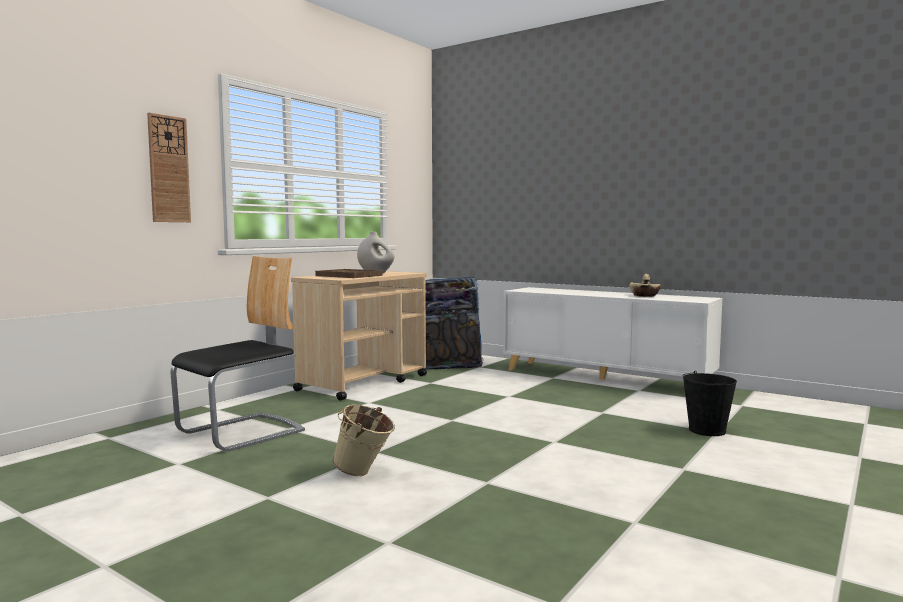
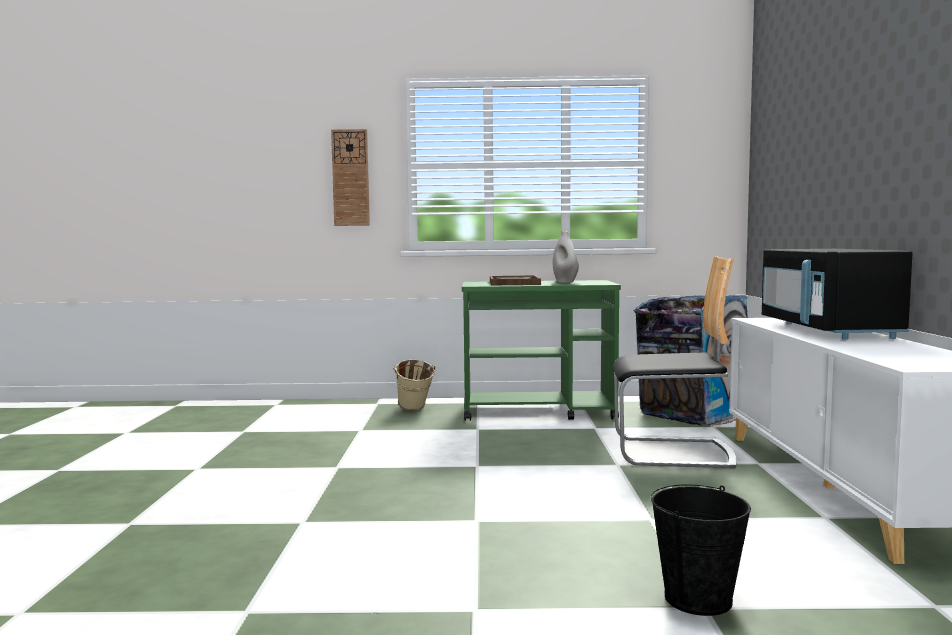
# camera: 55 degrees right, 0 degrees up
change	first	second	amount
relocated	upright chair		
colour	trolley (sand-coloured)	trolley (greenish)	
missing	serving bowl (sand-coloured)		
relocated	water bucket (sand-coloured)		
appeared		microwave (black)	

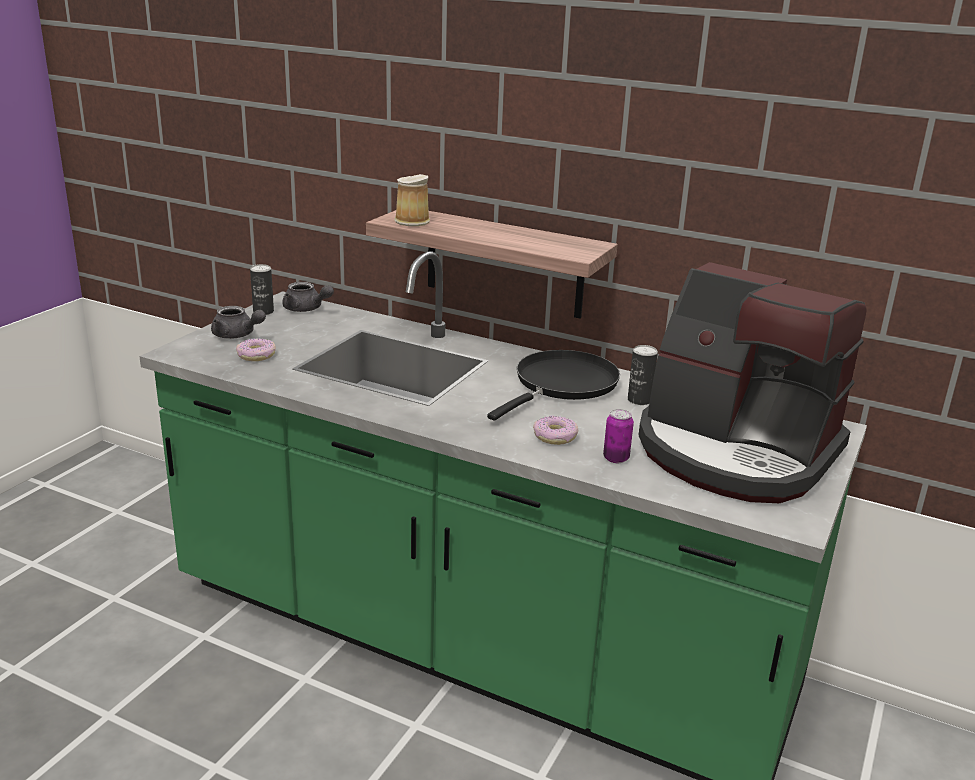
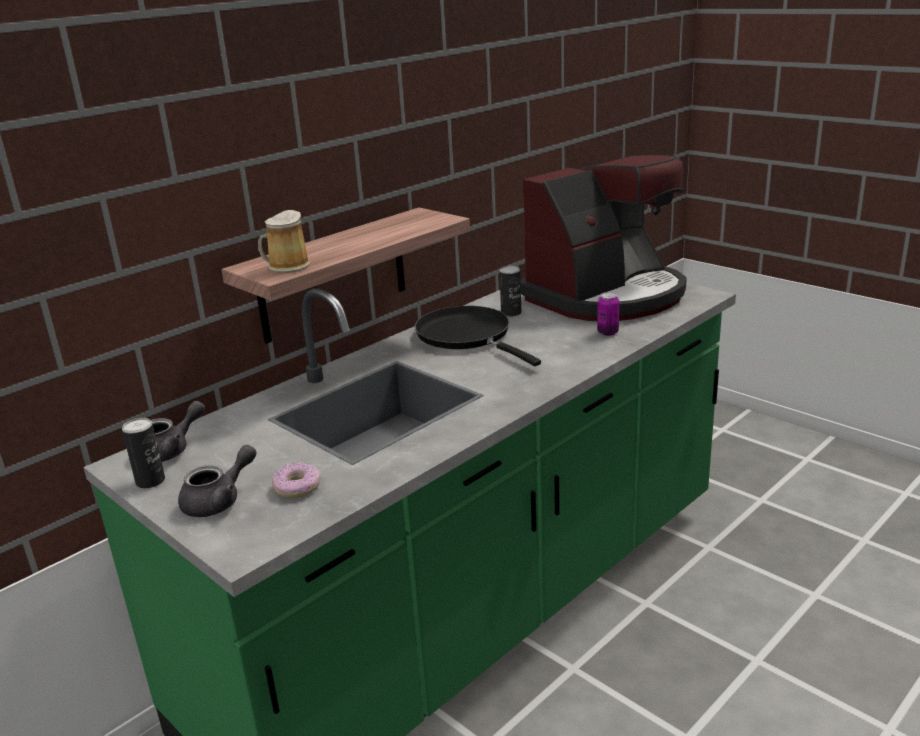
# camera: 70 degrees left, 0 degrees up
change	first	second	amount
missing	donut (no. 2 from left)		

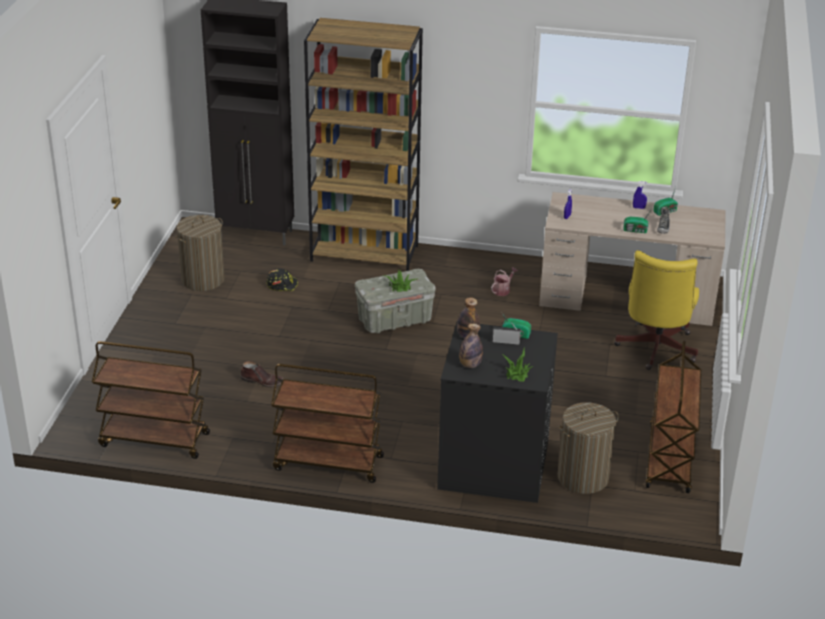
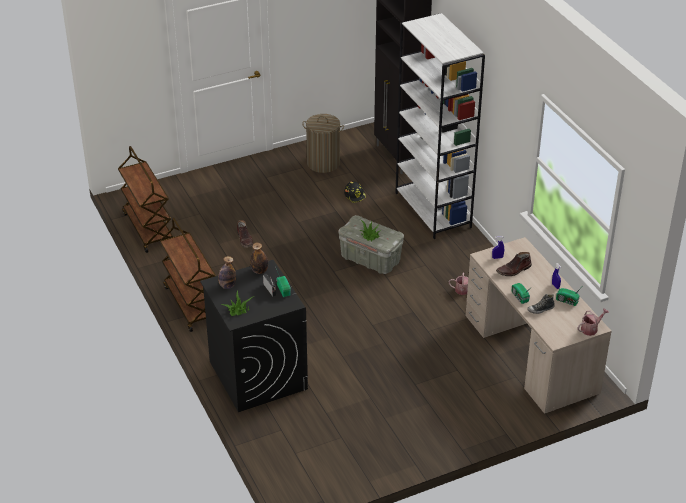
# camera: 55 degrees right, 5 degrees up
change	first	second	amount
colour	bookshelf (brown-coloured)	bookshelf (whitish)	
missing	desk chair (yellow-coloured)		
missing	trolley (brown-coloured) (no. 3 from left)		
missing	washing basket (no. 2 from left)		
appeared		tall boot (brown-coloured) (no. 2 from left)	
appeared		watering pot (no. 2 from left)	

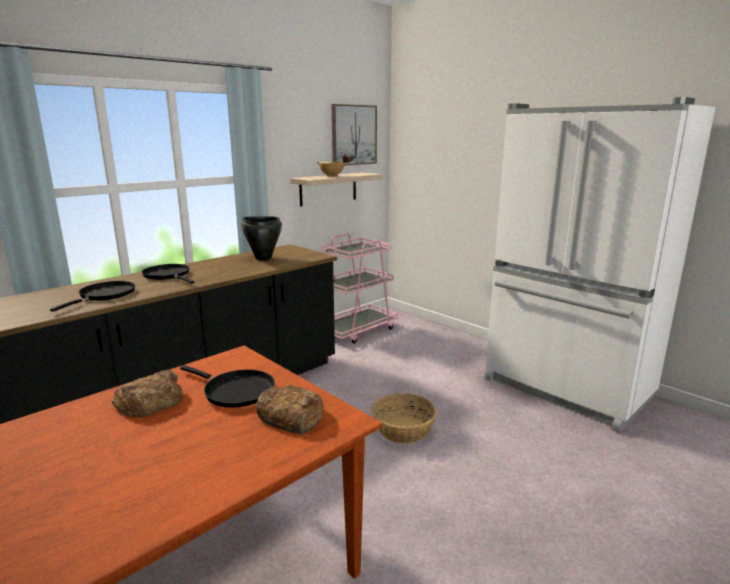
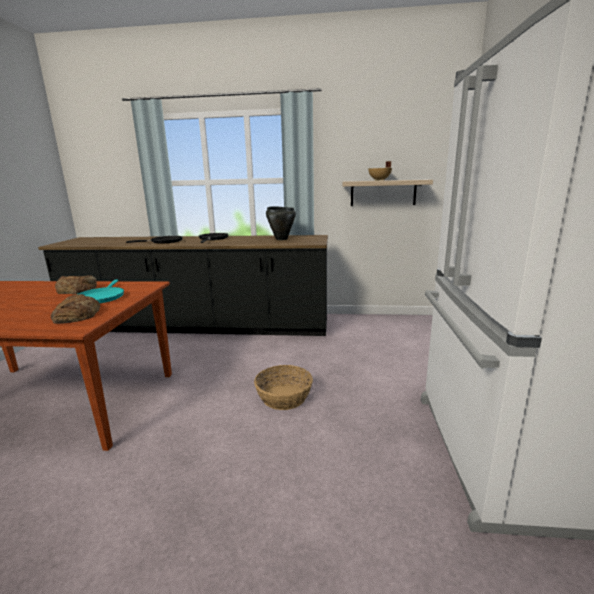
# camera: 50 degrees right, 0 degrees up
change	first	second	amount
missing	picture		
missing	trolley (pinkish)		
colour	frying pan (black) (no. 3 from left)	frying pan (turquoise-coloured)	

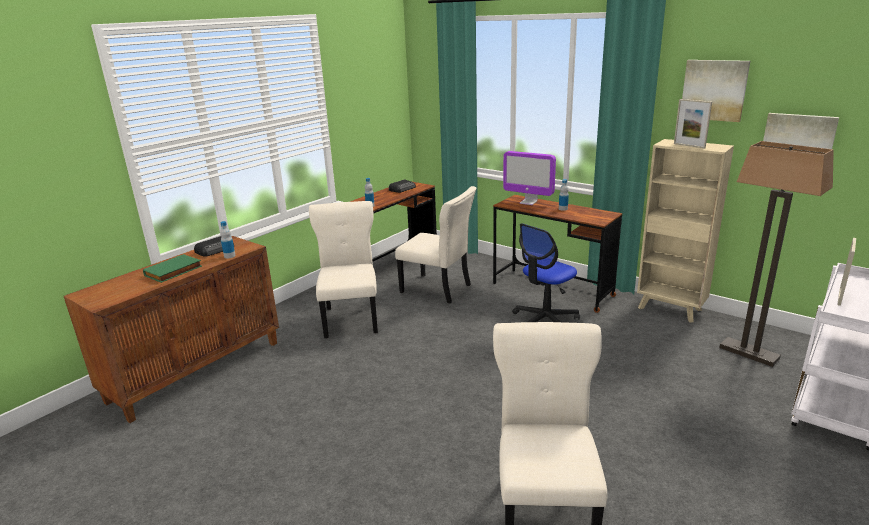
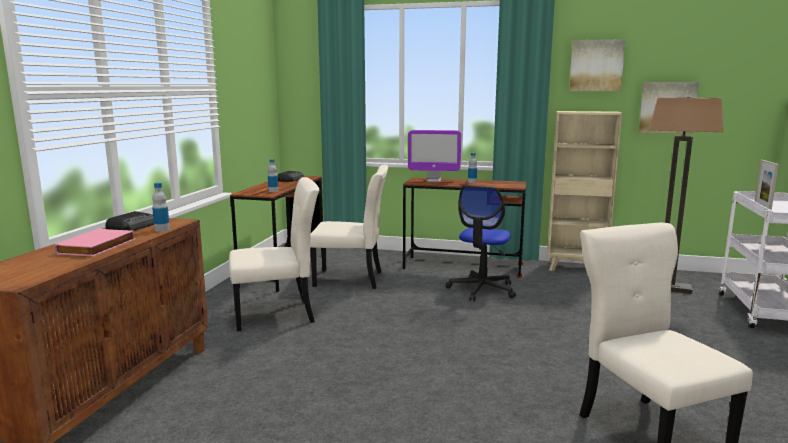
# camera: 25 degrees left, 10 degrees down
change	first	second	amount
missing	picture frame (no. 1 from left)		
spun	upright chair (sand-coloured) (no. 1 from left)		105 degrees clockwise
colour	volume (greenish)	volume (pinkish)	

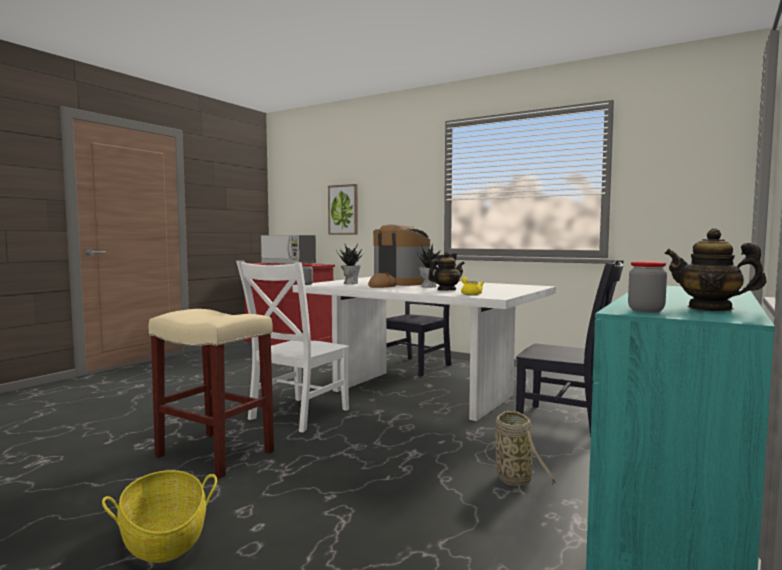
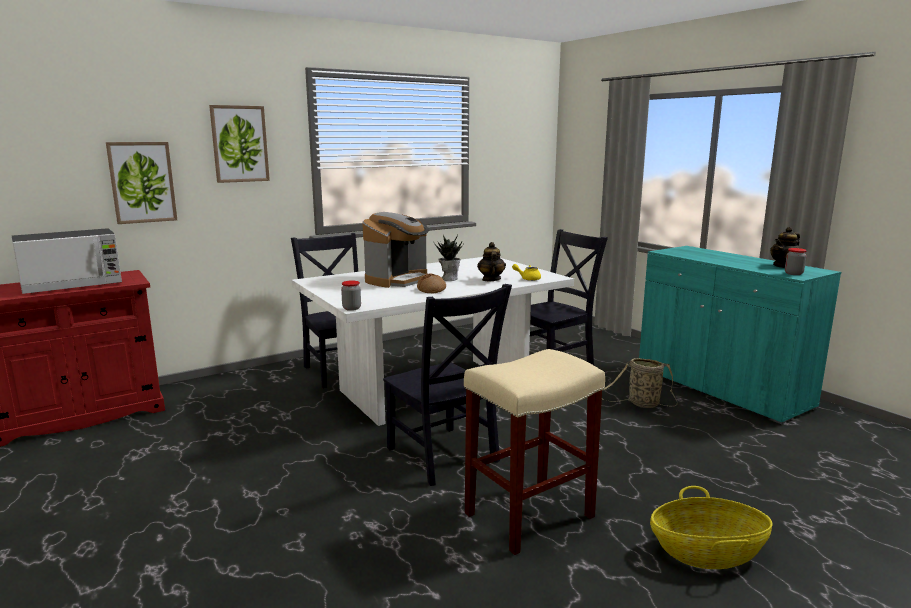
# camera: 65 degrees left, 10 degrees up
change	first	second	amount
spun	coffee brewer		150 degrees clockwise
missing	potted plant (no. 1 from left)		
colour	upright chair (whitish)	upright chair (black) (no. 2 from left)	
appeared		picture (no. 2 from left)	

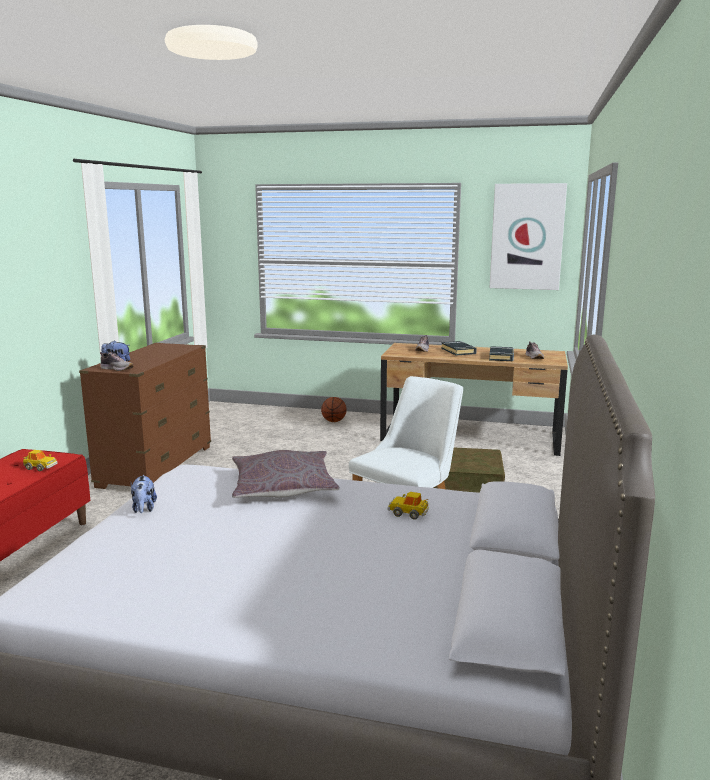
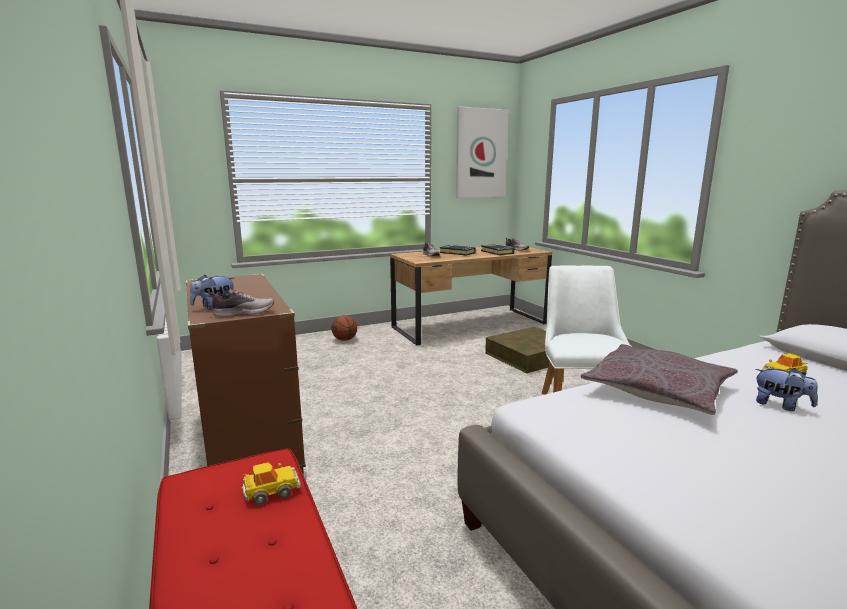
# camera: 40 degrees left, 0 degrees up
change	first	second	amount
relocated	cuddly toy (no. 2 from left)		

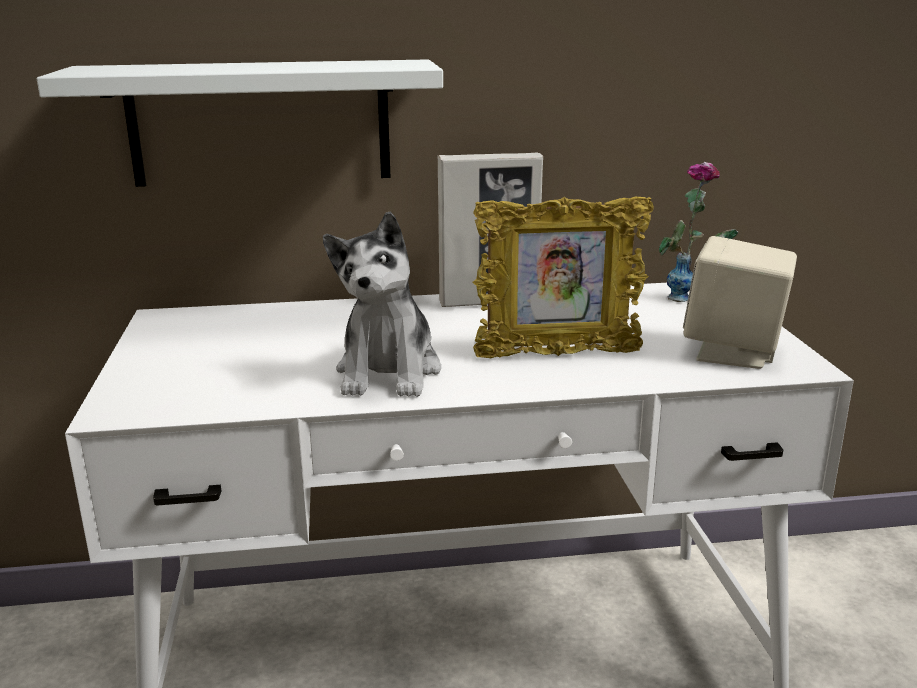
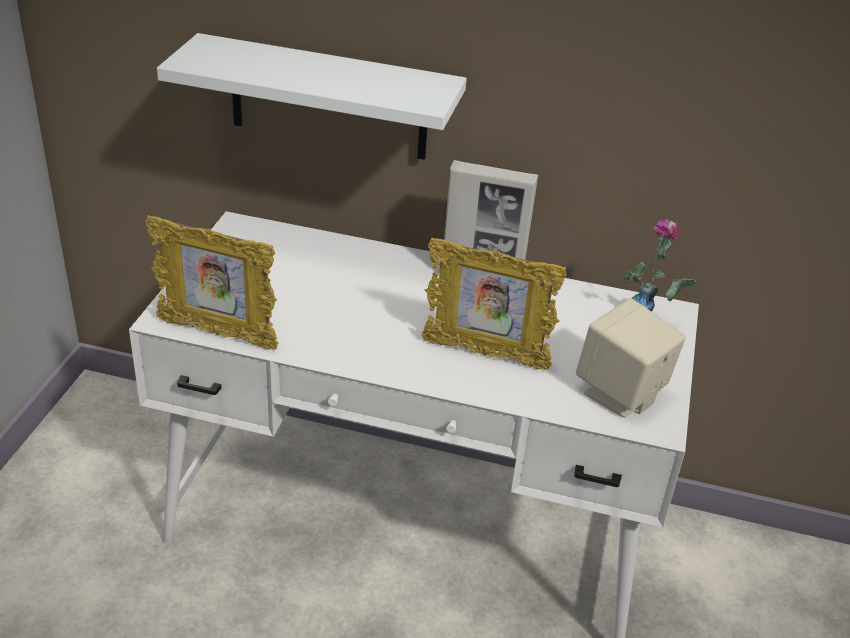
# camera: 20 degrees right, 15 degrees up
change	first	second	amount
missing	cuddly toy		
appeared		picture frame (no. 1 from left)	

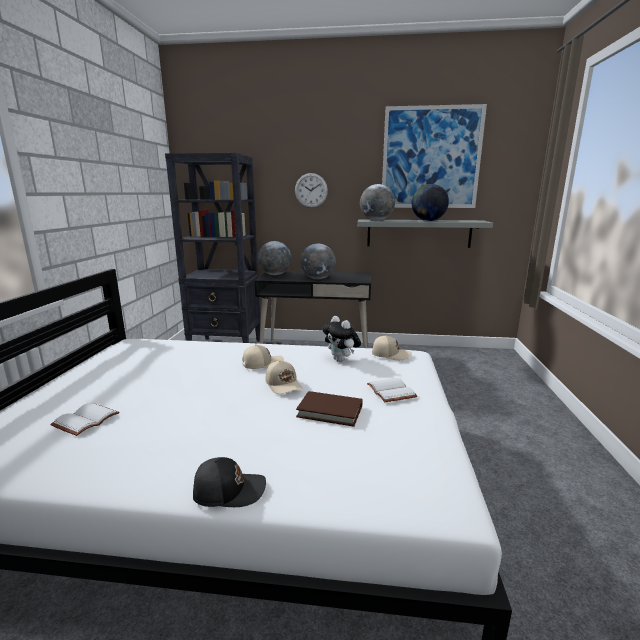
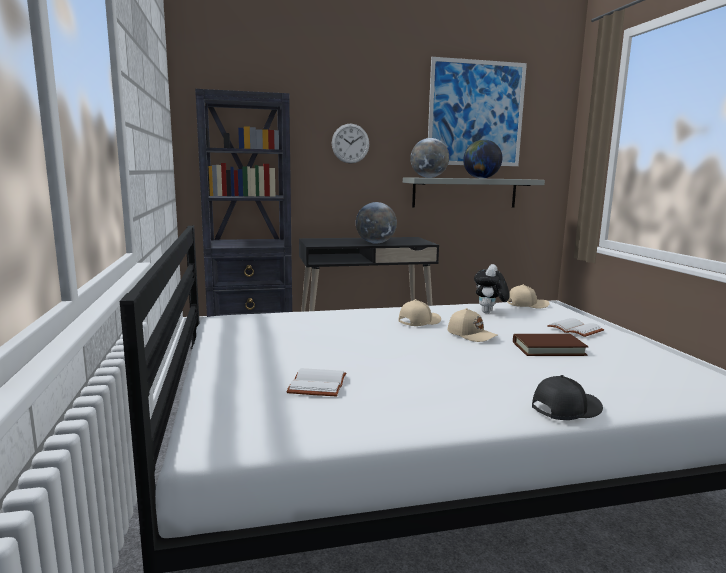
# camera: 20 degrees left, 5 degrees down
change	first	second	amount
missing	world globe (no. 1 from left)		
spun	cuddly toy		75 degrees clockwise

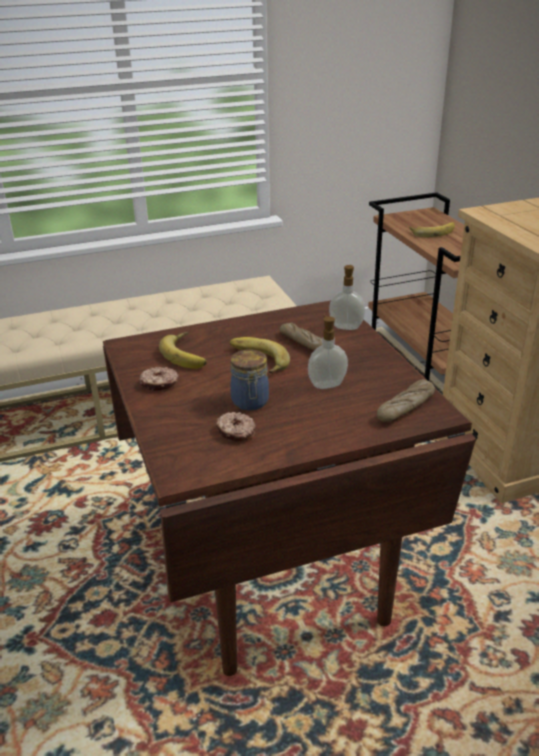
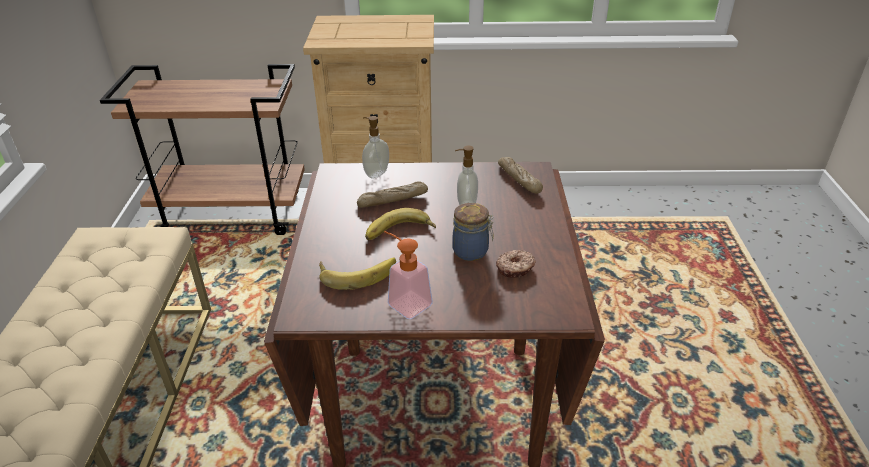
# camera: 70 degrees left, 5 degrees up
change	first	second	amount
missing	whole banana (no. 3 from left)		
exchanged	donut (no. 1 from left)	liquid soap bottle (no. 2 from left)	

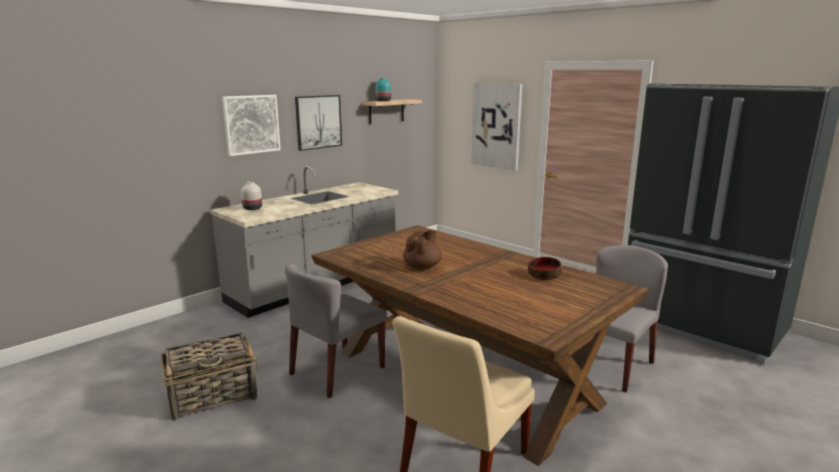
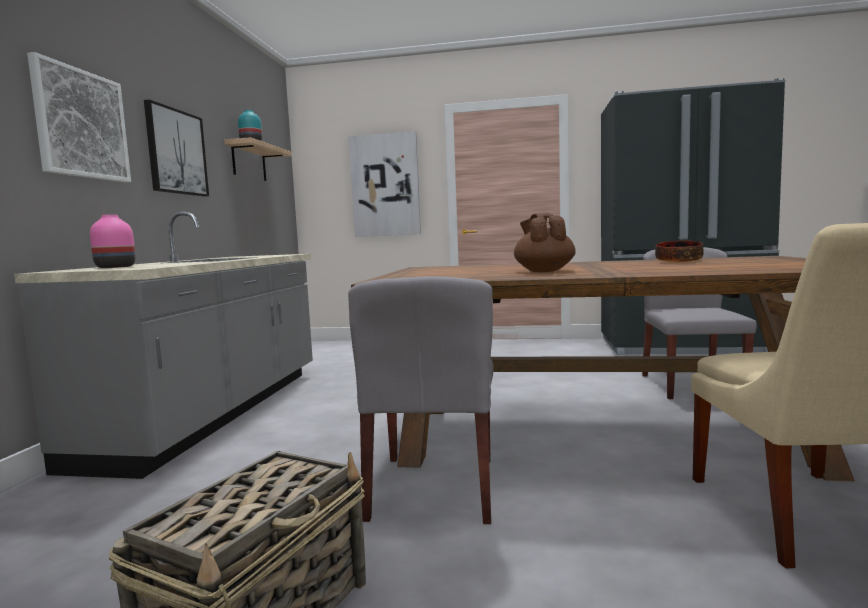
# camera: 35 degrees left, 10 degrees down
change	first	second	amount
colour	decorative vase (whitish)	decorative vase (pinkish)	

